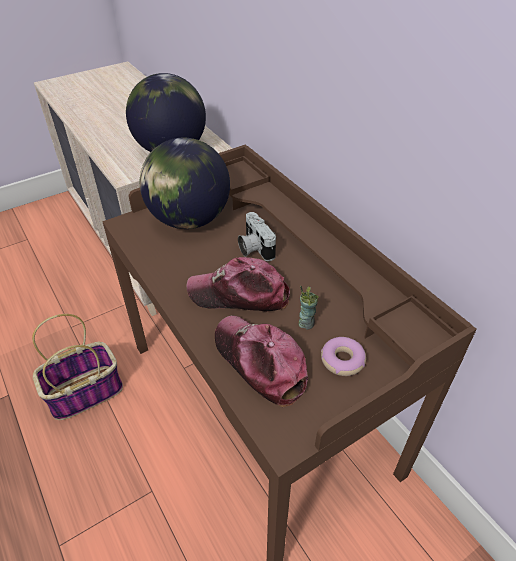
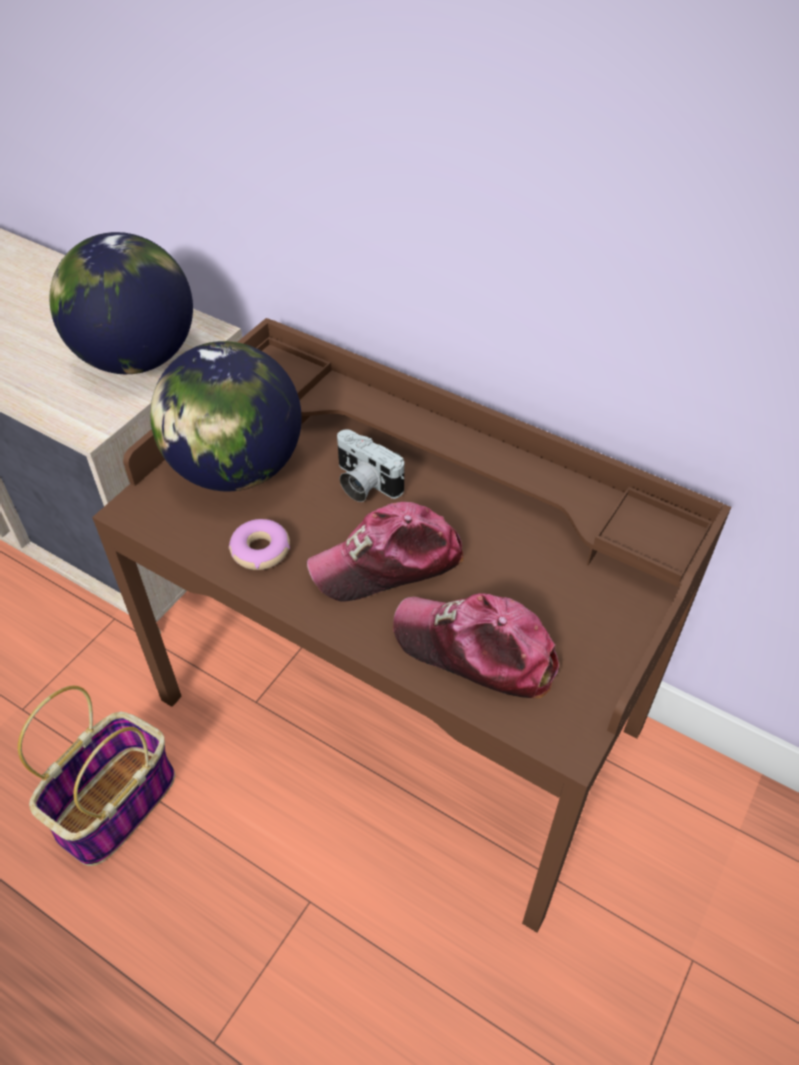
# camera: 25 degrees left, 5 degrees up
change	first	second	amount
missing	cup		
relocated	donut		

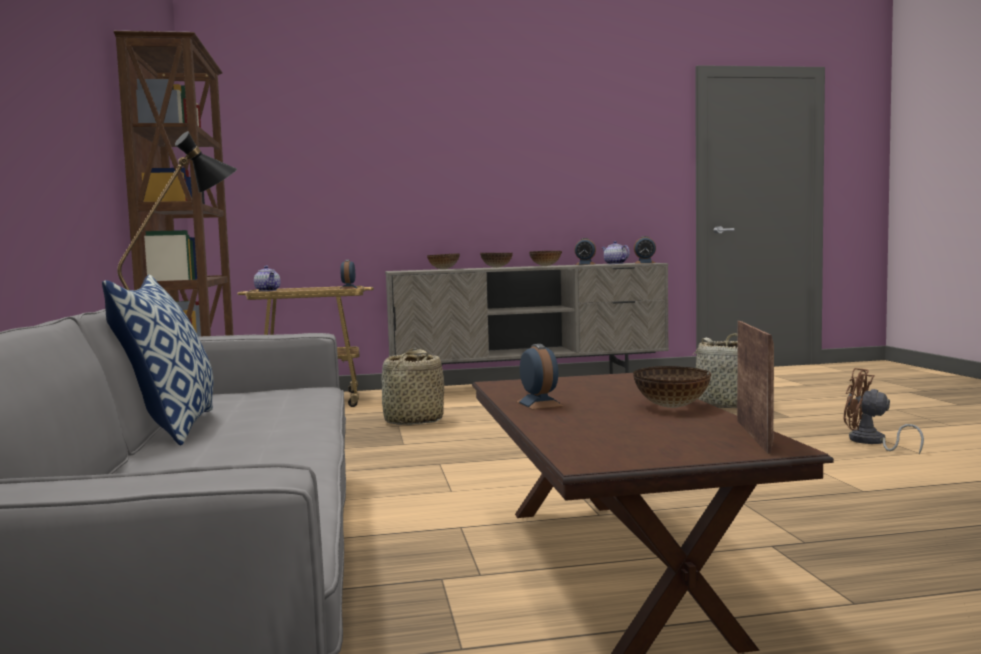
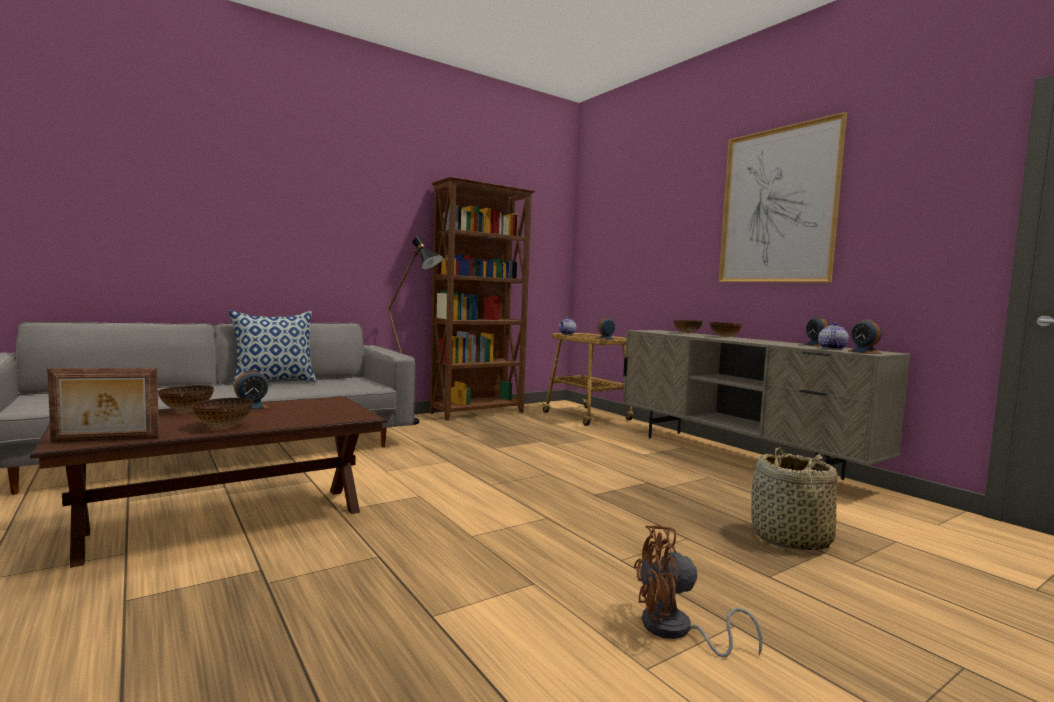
# camera: 65 degrees right, 0 degrees up
change	first	second	amount
relocated	serving bowl (no. 3 from left in the first image)	serving bowl (no. 1 from left)	
missing	storage basket (no. 1 from left)		
spun	electric fan (brown-coloured)		105 degrees counterclockwise
appeared		picture	

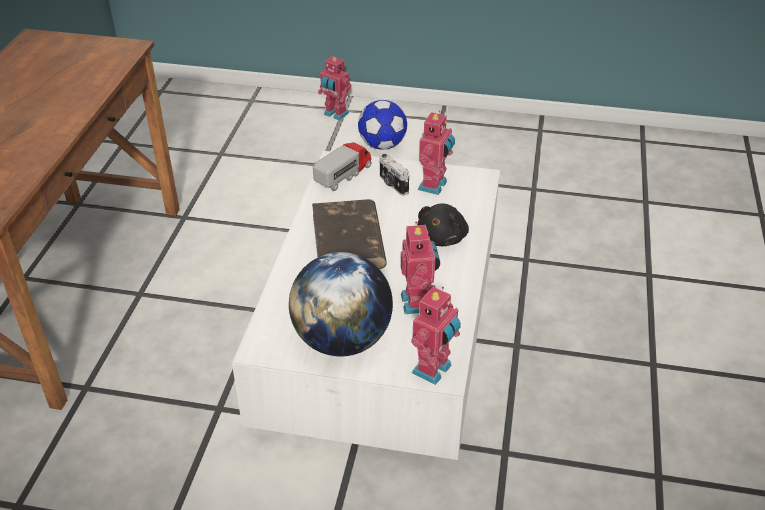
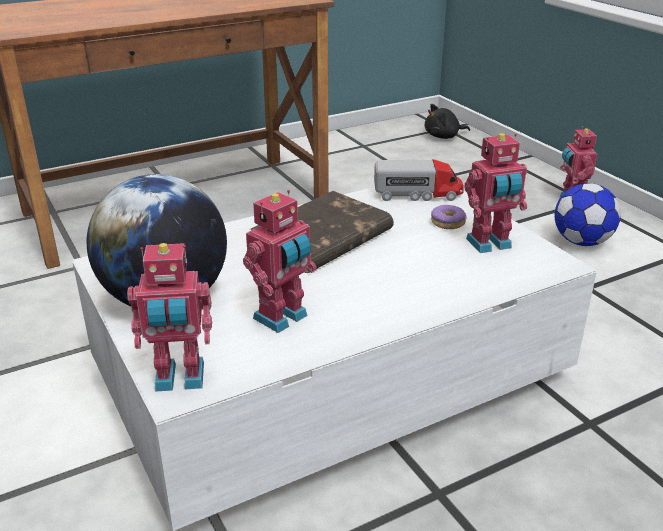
# camera: 50 degrees right, 10 degrees down
change	first	second	amount
exchanged	photo camera	donut	
relocated	cuddly toy (black)		

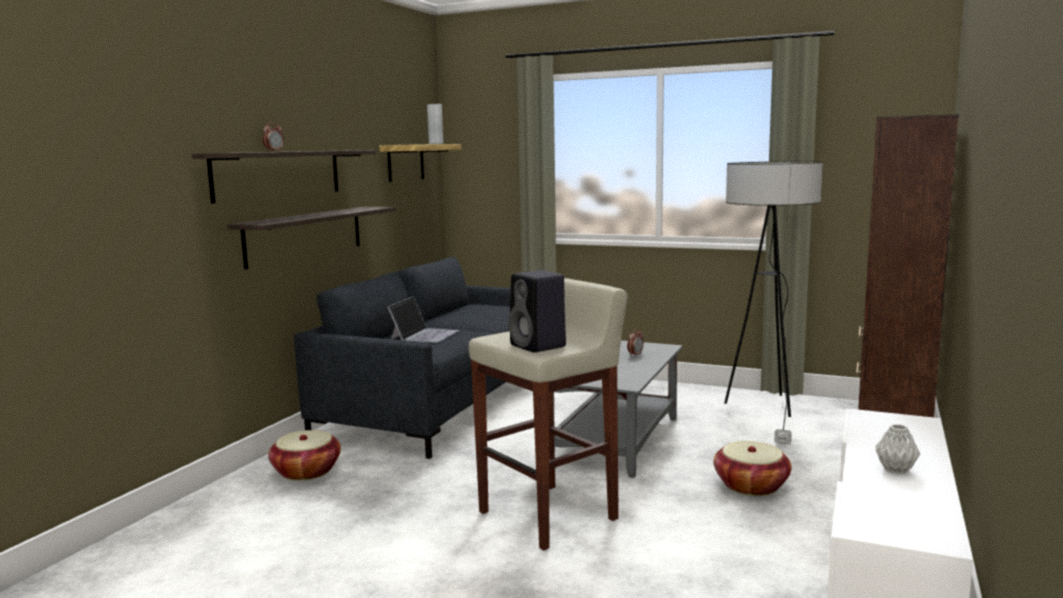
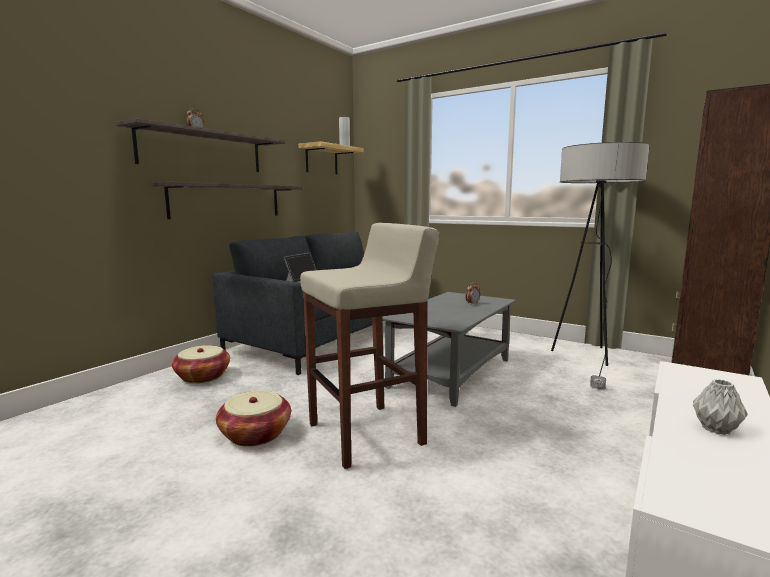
# camera: 10 degrees right, 0 degrees up
change	first	second	amount
missing	audio speaker (black)		
relocated	storage basket (no. 2 from left)		

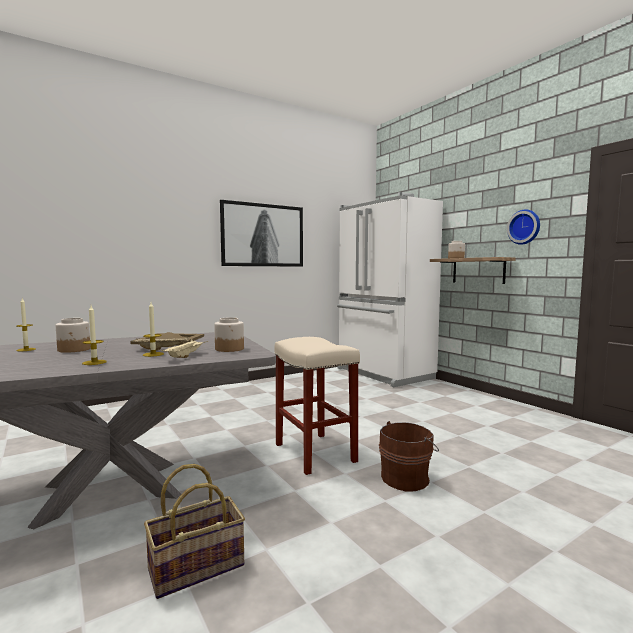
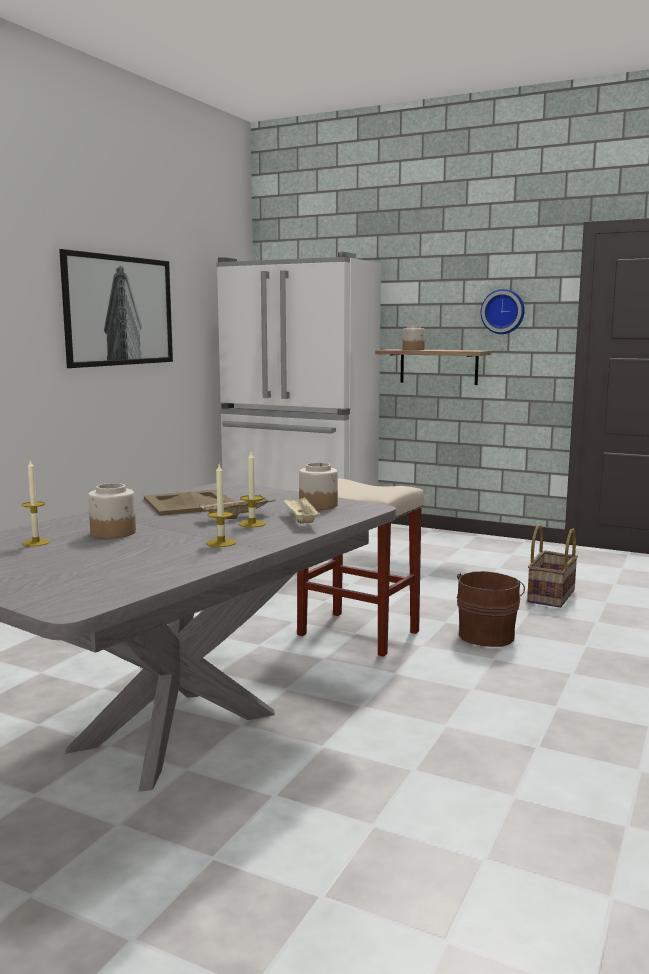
# camera: 30 degrees left, 5 degrees up
change	first	second	amount
relocated	storage basket		

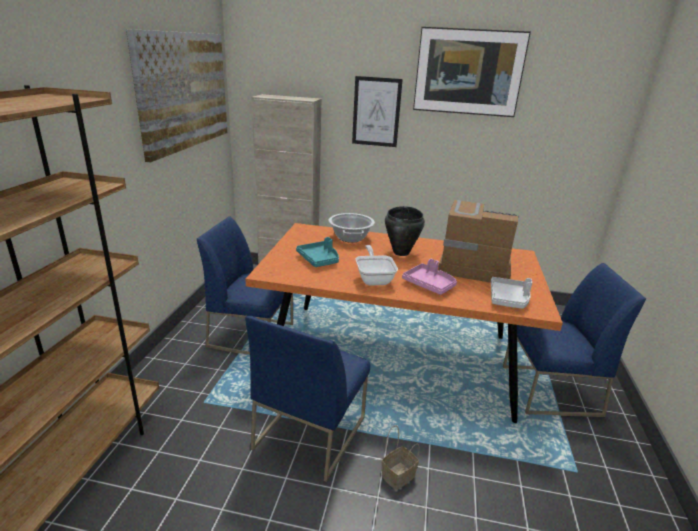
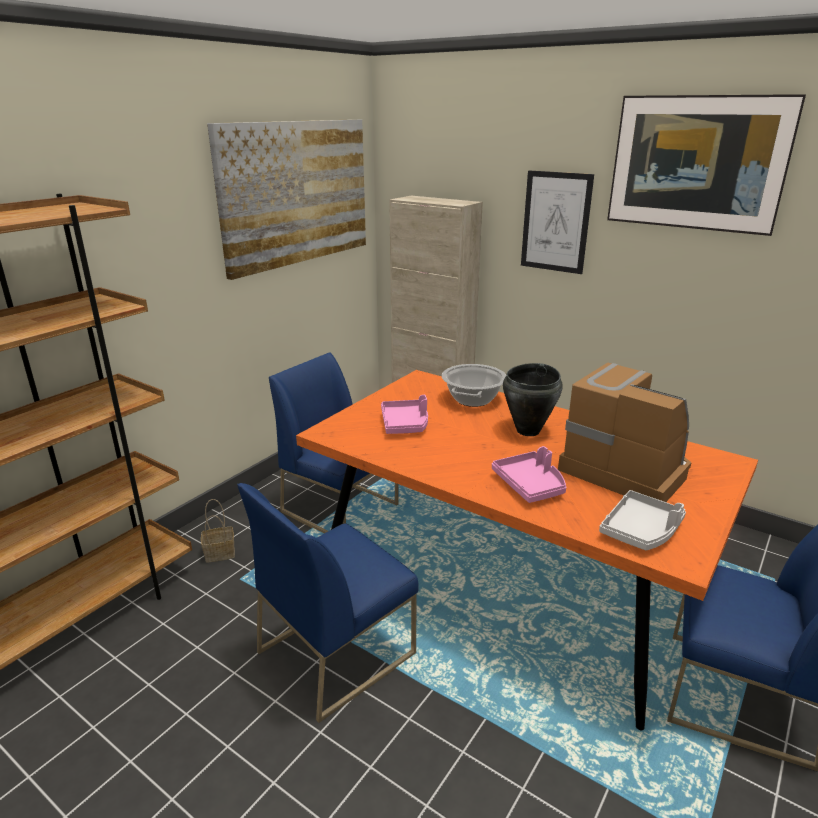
# camera: 25 degrees right, 0 degrees up
change	first	second	amount
colour	carrying tray (turquoise-coloured)	carrying tray (pinkish) (no. 1 from left)	
missing	frying pan		
relocated	storage basket		

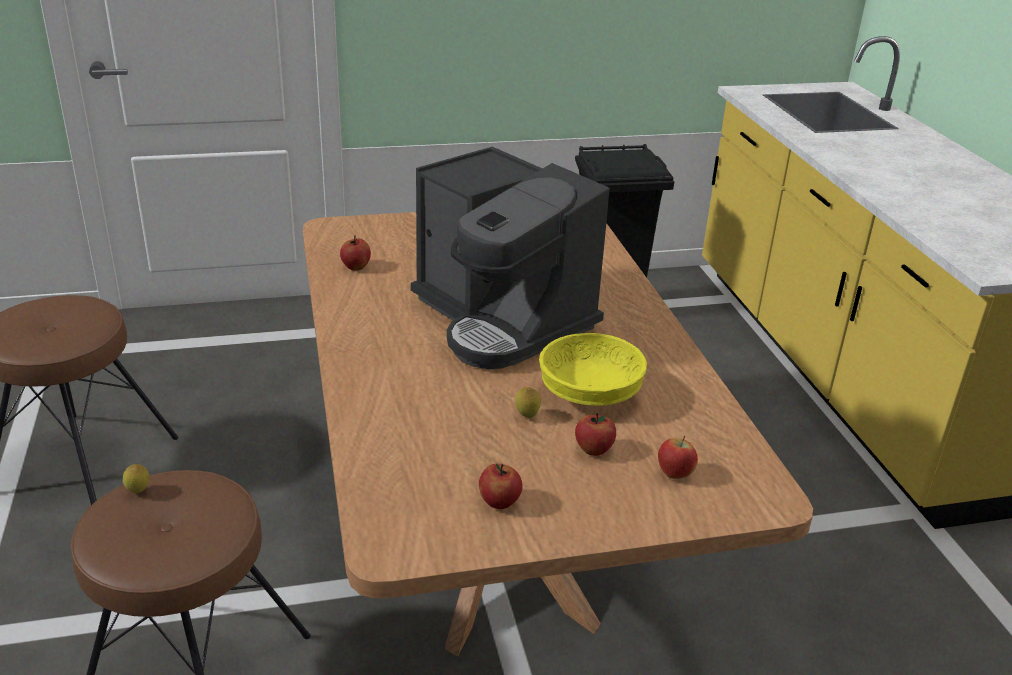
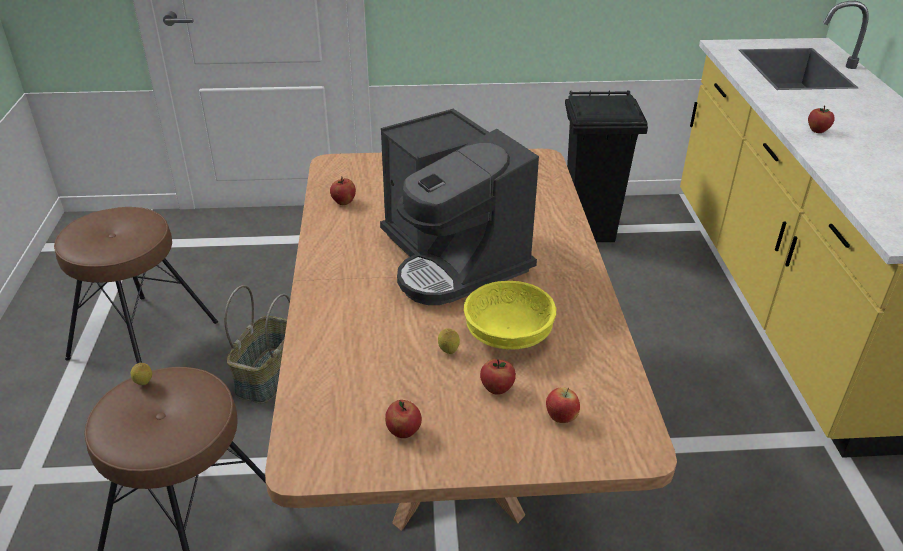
# camera: 10 degrees right, 5 degrees up
change	first	second	amount
appeared		apple fruit (no. 5 from left)	
appeared		storage basket	

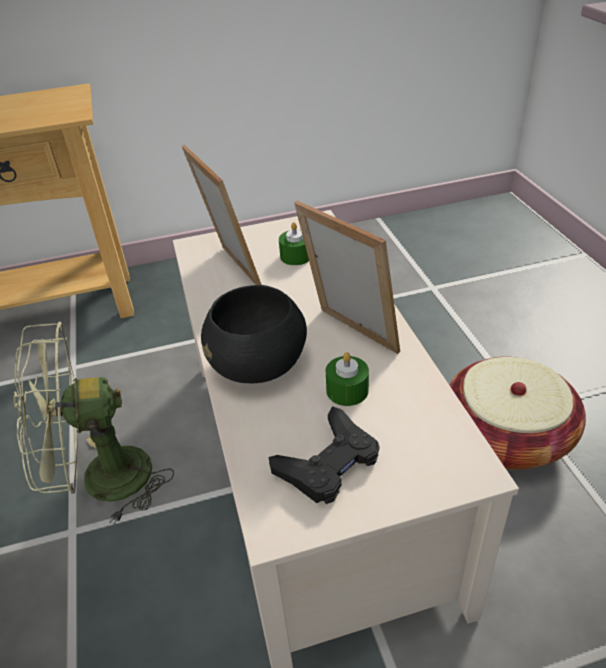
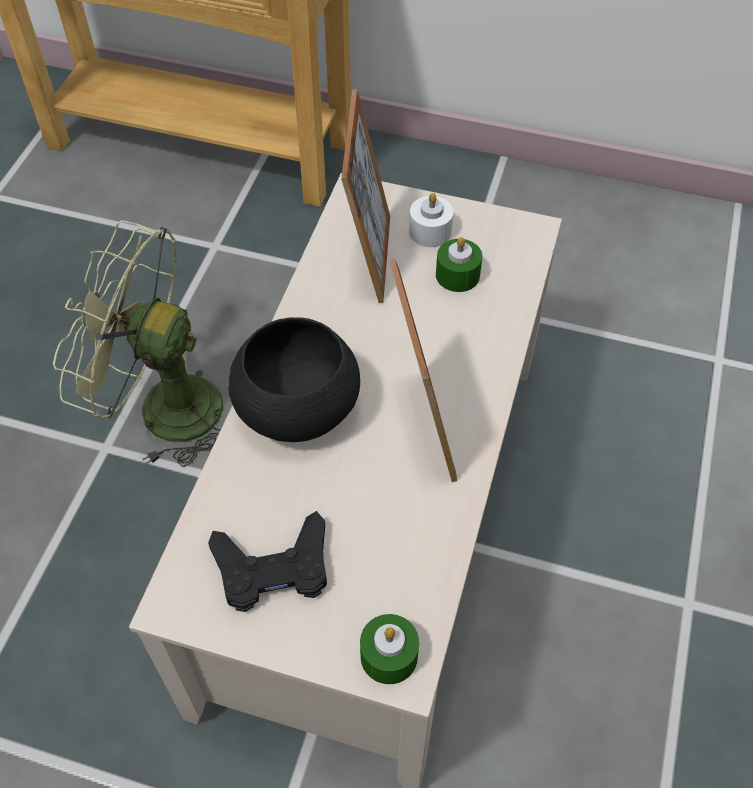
# camera: 30 degrees right, 15 degrees up
change	first	second	amount
relocated	wax candle (greenish) (no. 2 from left in the first image)	wax candle (greenish) (no. 1 from left)	
missing	storage basket		
appeared		wax candle (whitish)	

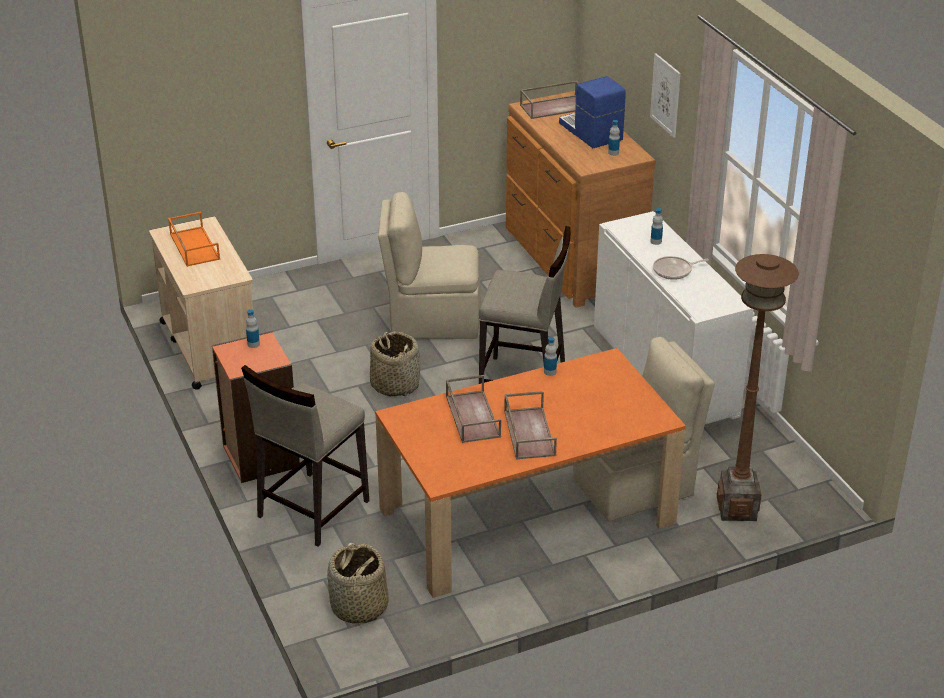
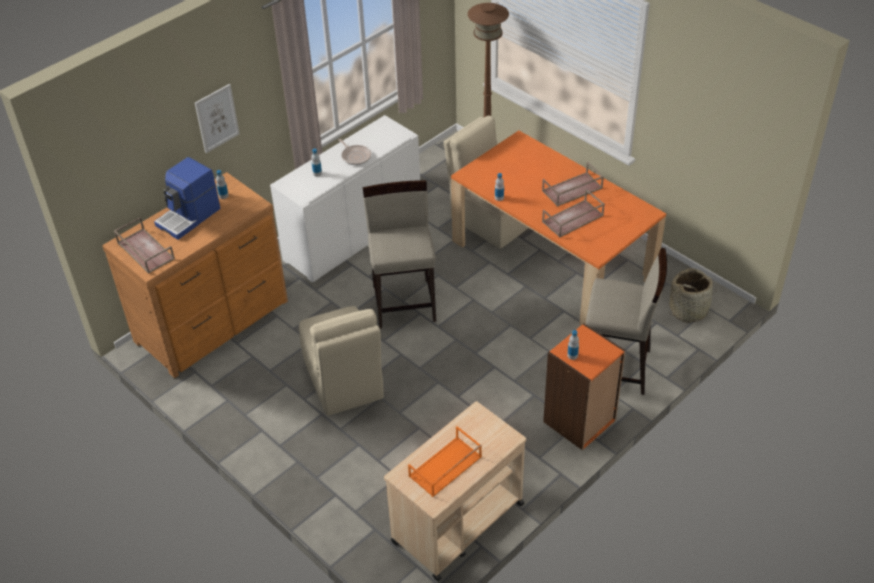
# camera: 110 degrees left, 10 degrees up
change	first	second	amount
missing	storage basket (no. 2 from left)		

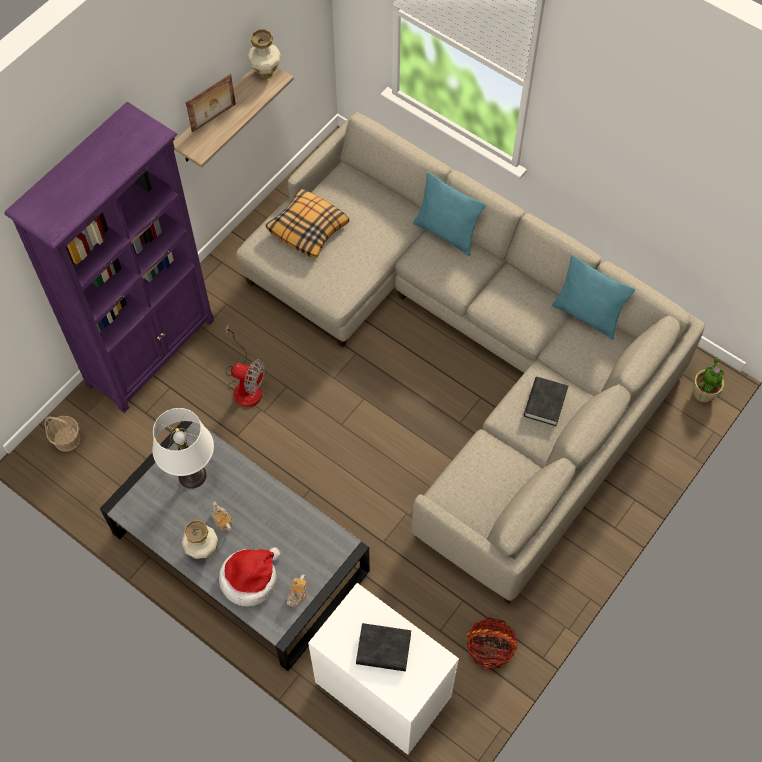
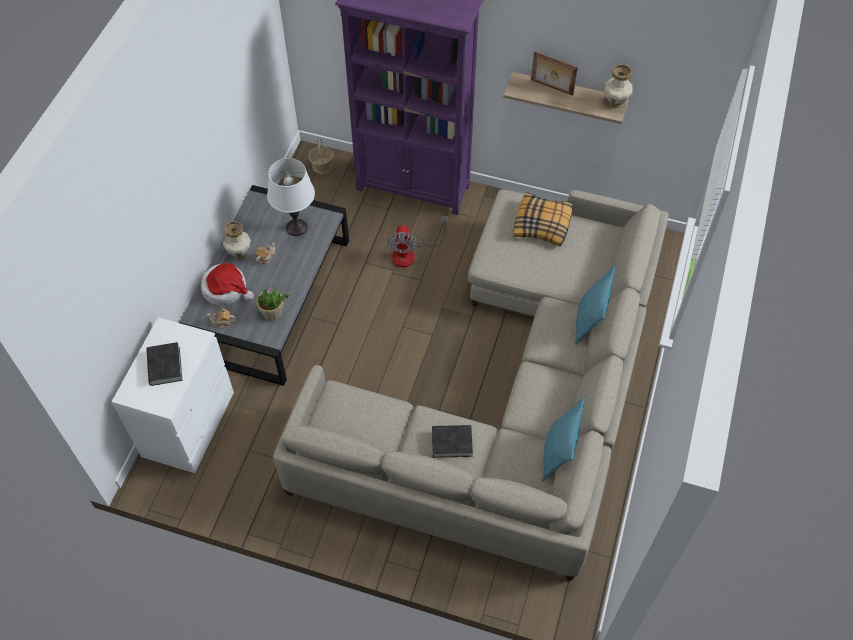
# camera: 70 degrees right, 5 degrees down
change	first	second	amount
relocated	potted plant		
missing	storage basket (no. 2 from left)		

